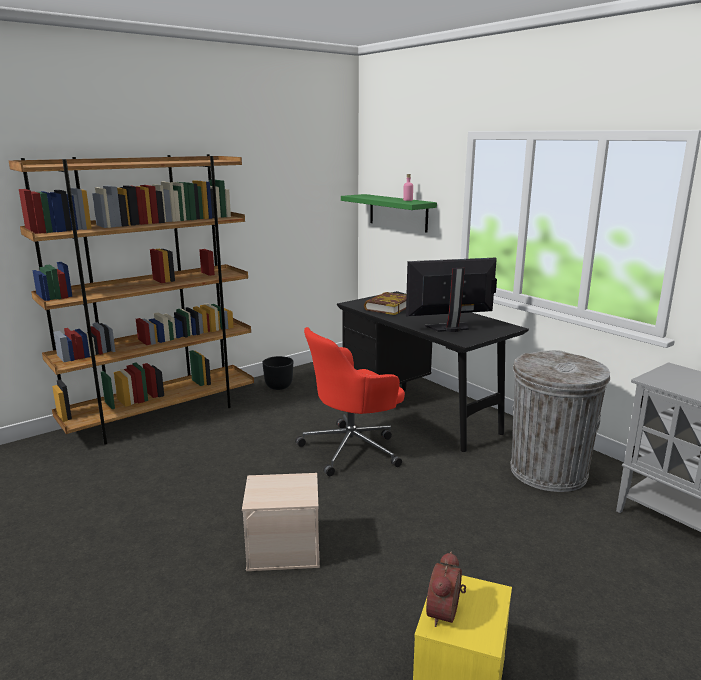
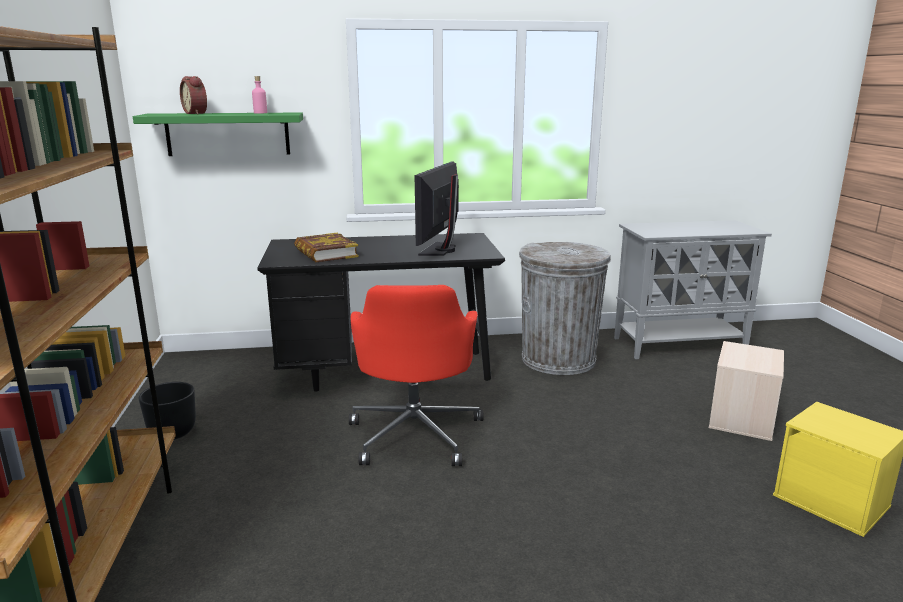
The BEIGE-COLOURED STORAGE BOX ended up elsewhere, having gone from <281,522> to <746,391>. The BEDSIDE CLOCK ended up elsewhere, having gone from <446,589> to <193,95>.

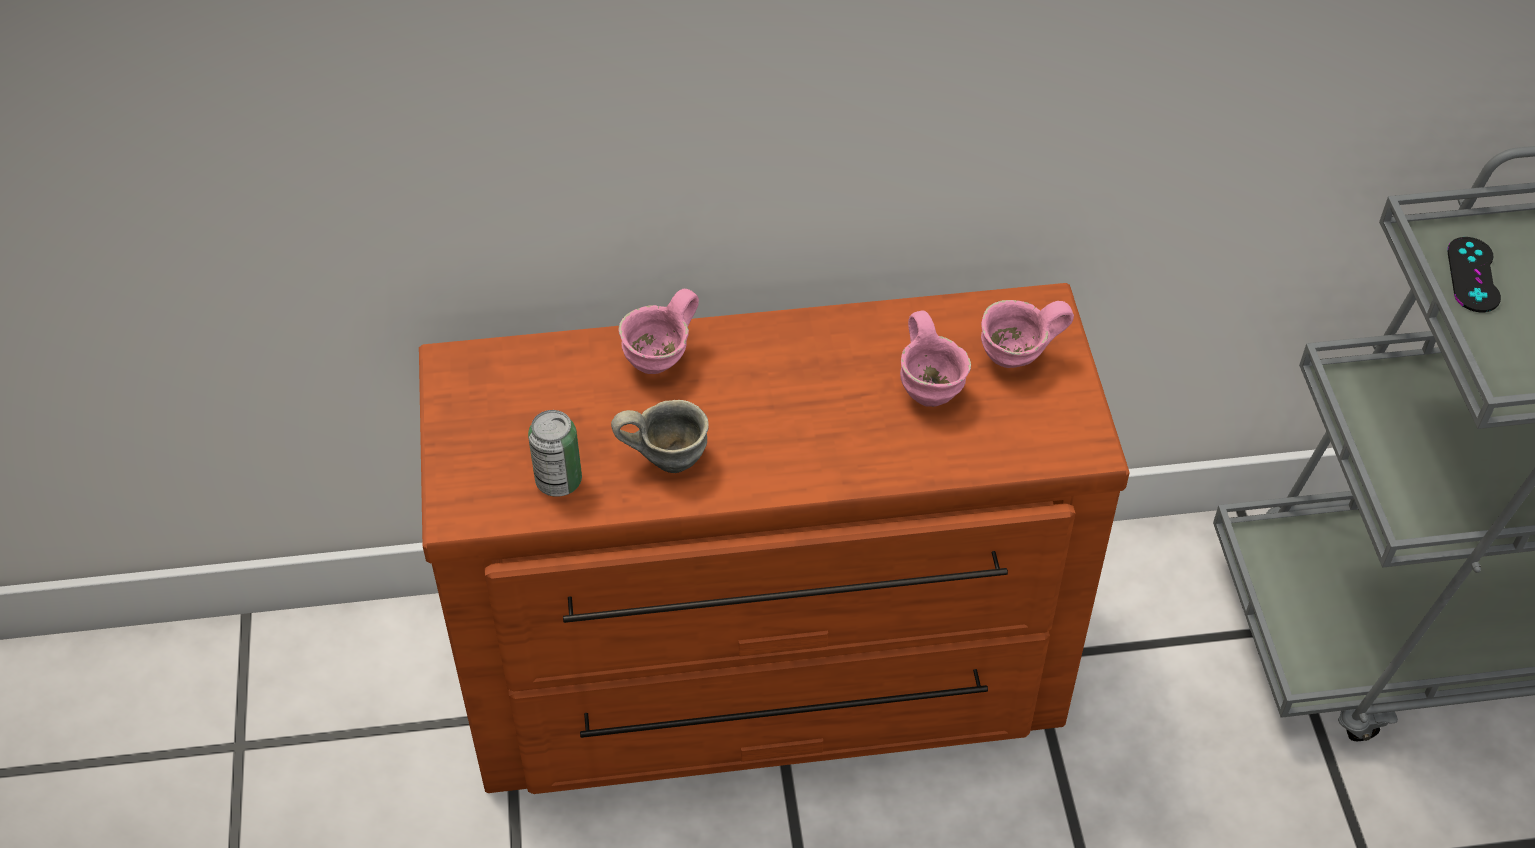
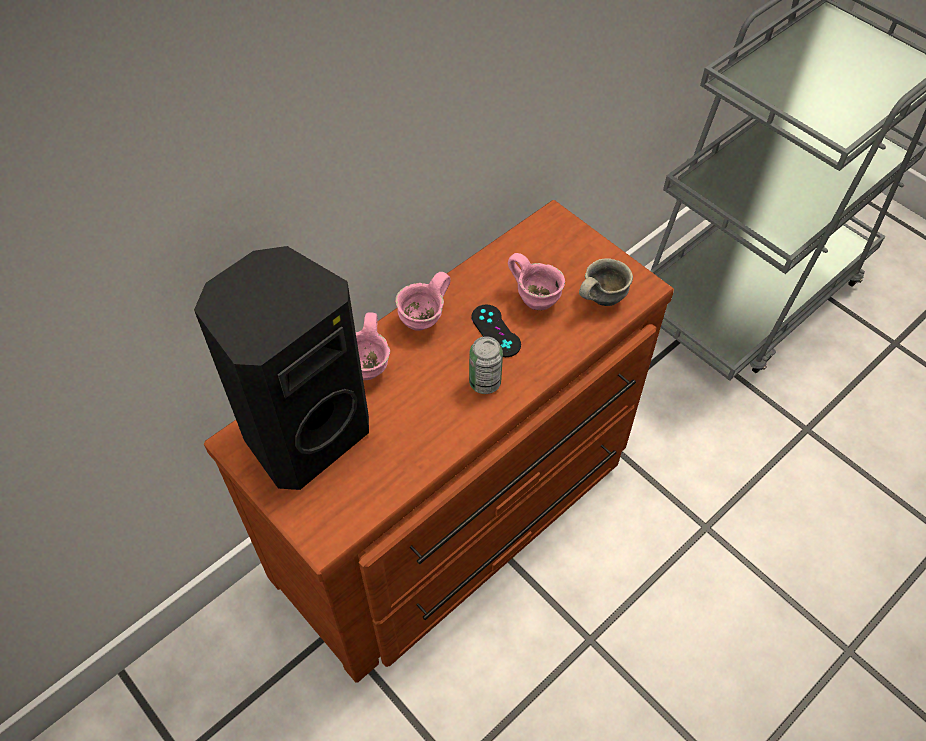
The second view gained the BLACKISH SPEAKER at <281,368>. The CAN ended up elsewhere, having gone from <555,453> to <486,365>. The GRAY COFFEE MUG ended up elsewhere, having gone from <660,436> to <606,282>. The PINK-COLOURED COFFEE MUG ended up elsewhere, having gone from <1027,334> to <423,301>. The BLACKISH JOYPAD ended up elsewhere, having gone from <1474,274> to <496,330>.

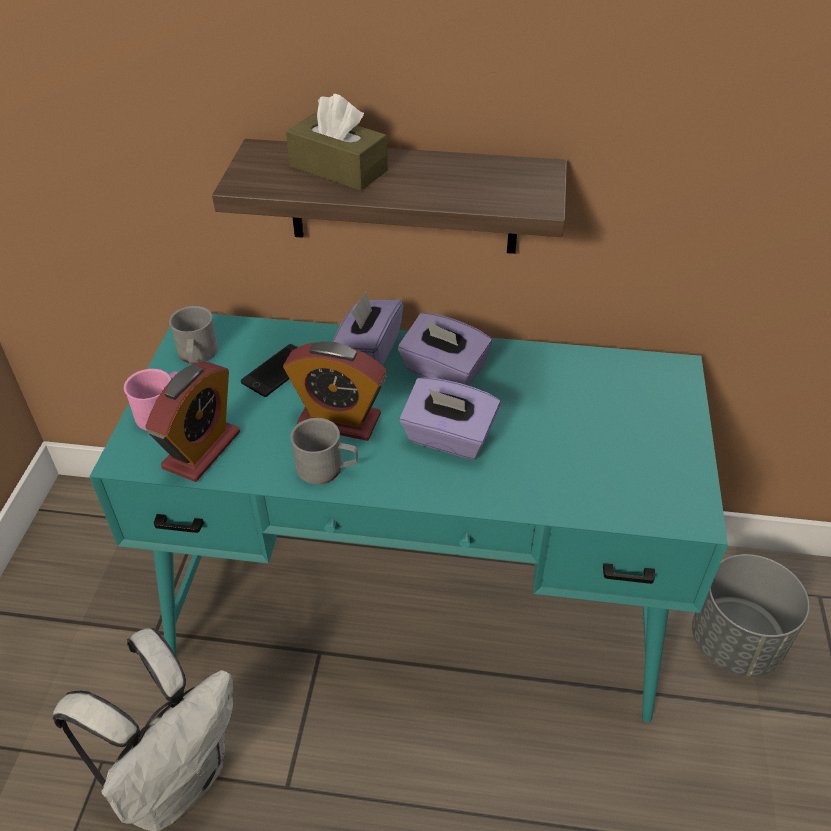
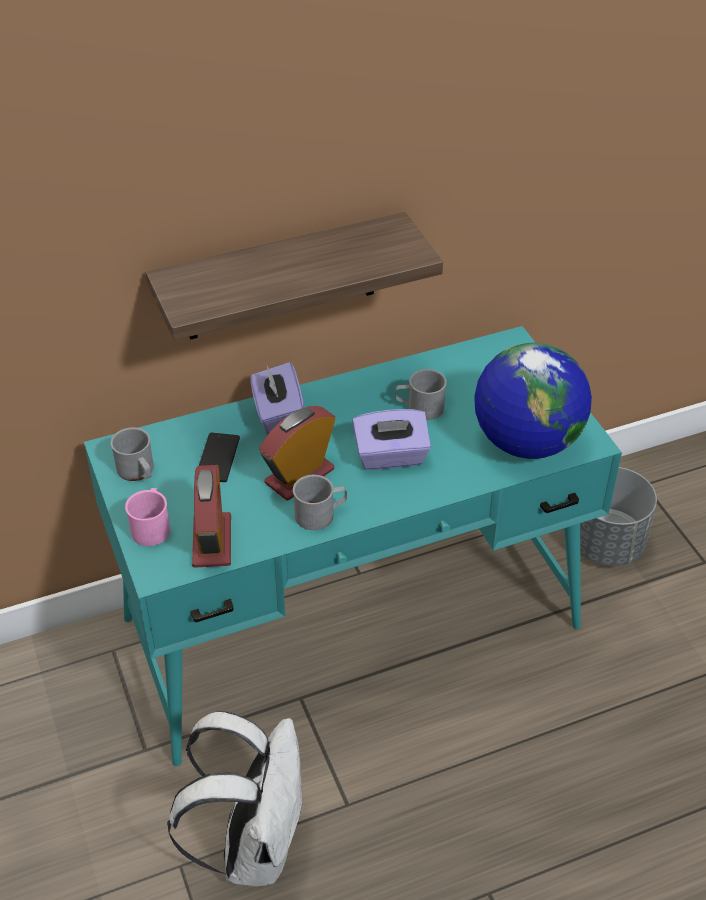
The second view lost the BROWN TISSUE HOLDER at <337,142>. The second view lost the PURPLISH TISSUE HOLDER at <445,349>. The second view gained the GRAY COFFEE MUG at <421,394>. The second view gained the DESK GLOBE at <533,401>. The BEDSIDE CLOCK at <335,391> ended up facing another way, 150 degrees clockwise from before.

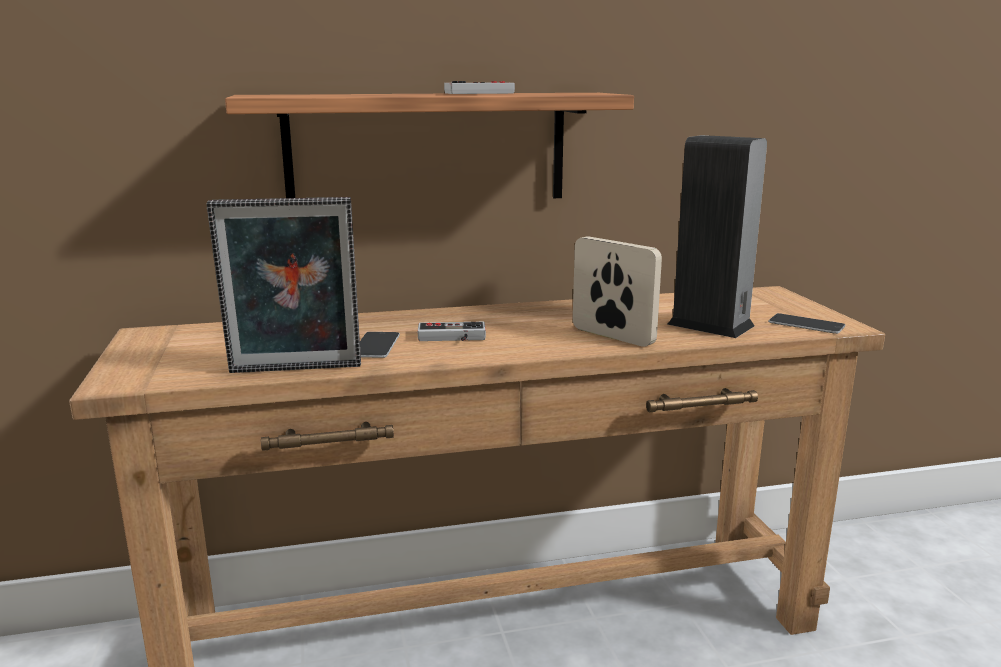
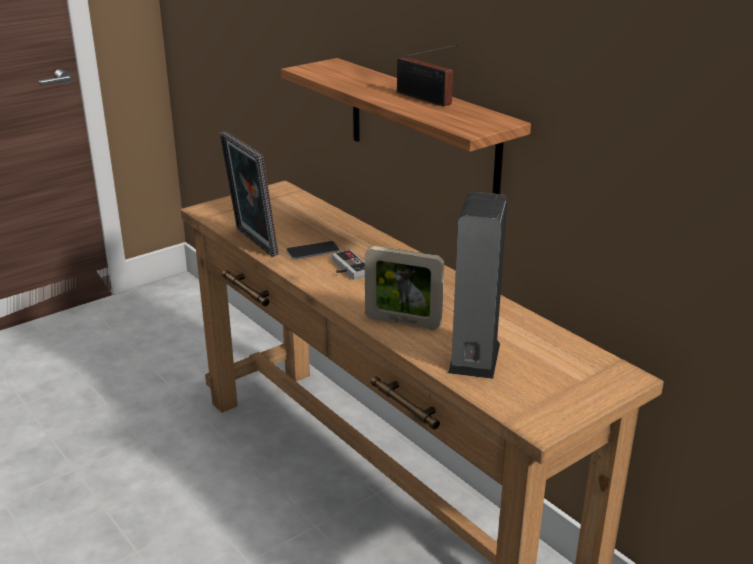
The second view lost the HANDSET at <806,323>. Where the JOYPAD stood at <479,87>, the RADIO SET came to stand at <427,75>. The STANDING FRAME at <617,291> ended up facing another way, 90 degrees clockwise from before.

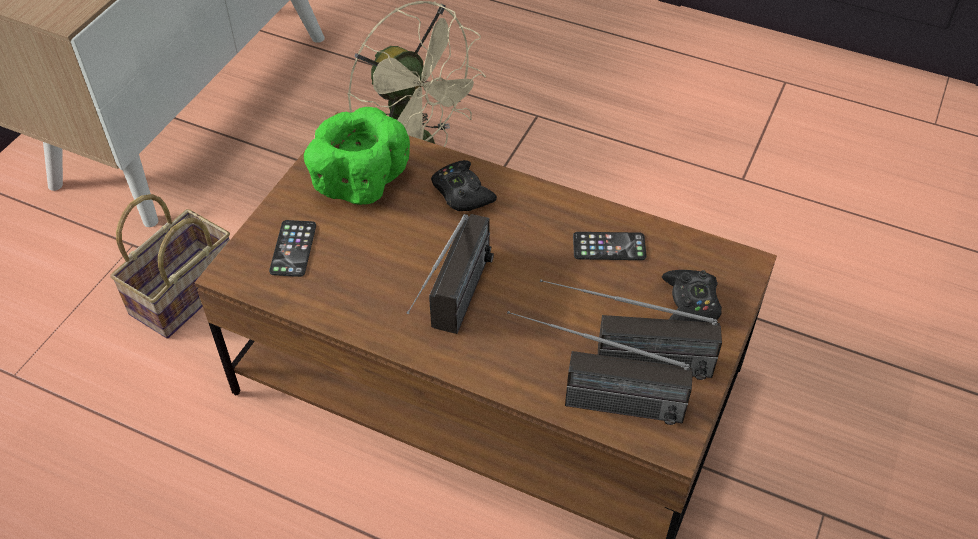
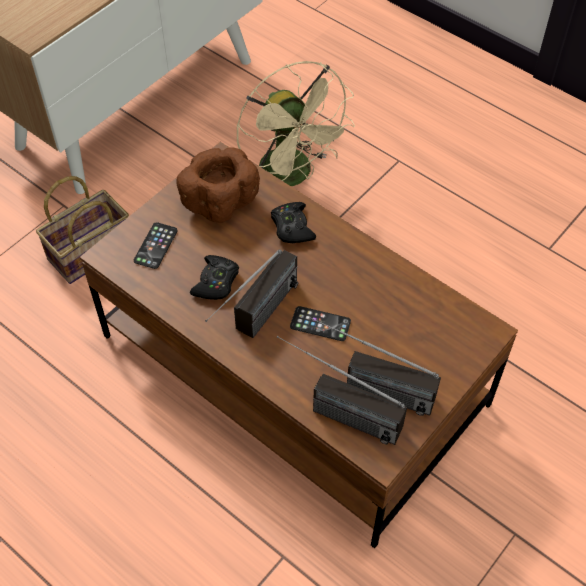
The HANDSET ended up elsewhere, having gone from <609,246> to <320,323>. The BLACKISH JOYPAD ended up elsewhere, having gone from <692,296> to <214,277>. What was the GREEN BOWL at <357,156> turned into the BROWN BOWL at <218,185>.

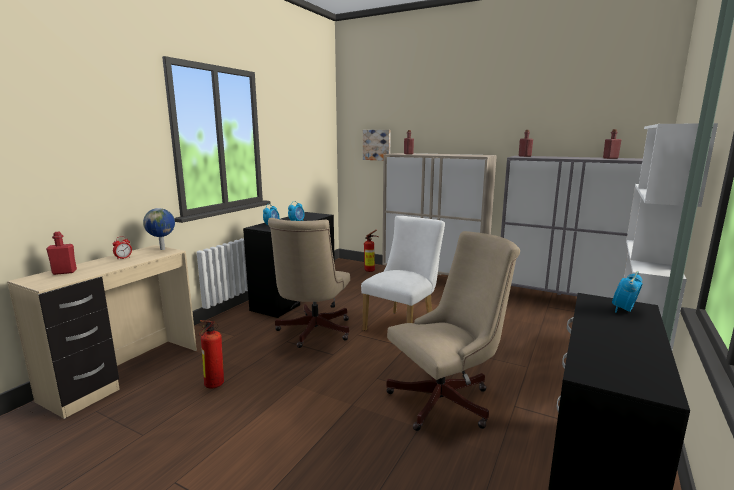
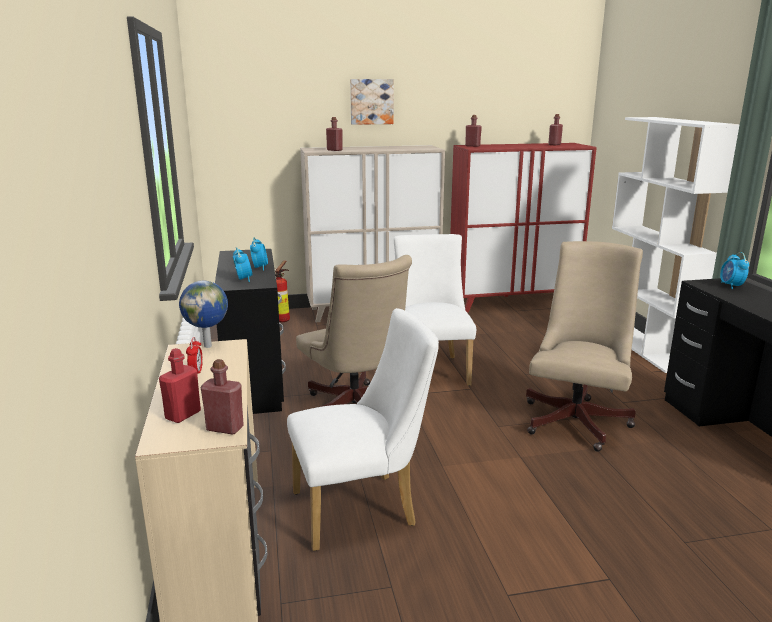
The second view gained the RED-COLOURED DRINK BOTTLE at <222,397>. The WALL PICTURE ended up elsewhere, having gone from <377,145> to <372,102>. Where the FIRE-FIGHTING CYLINDER stood at <211,354>, the WHITE UPRIGHT CHAIR came to stand at <363,429>. What was the GRAY CABINET at <572,227> turned into the RED-COLOURED CABINET at <523,228>.

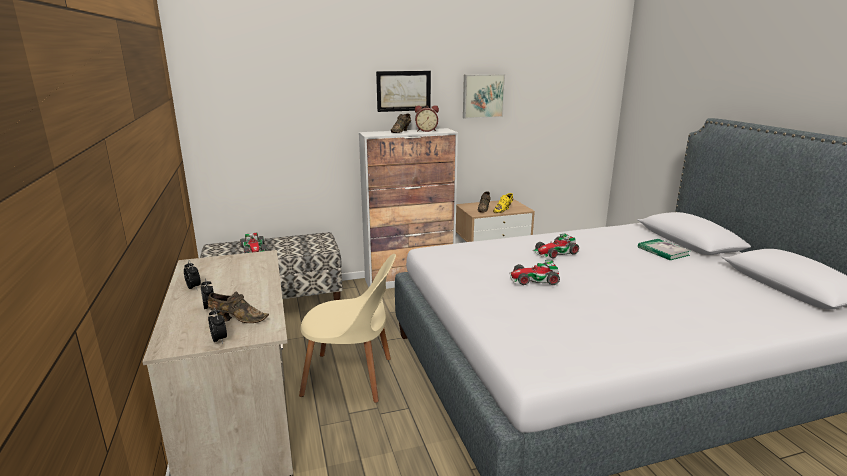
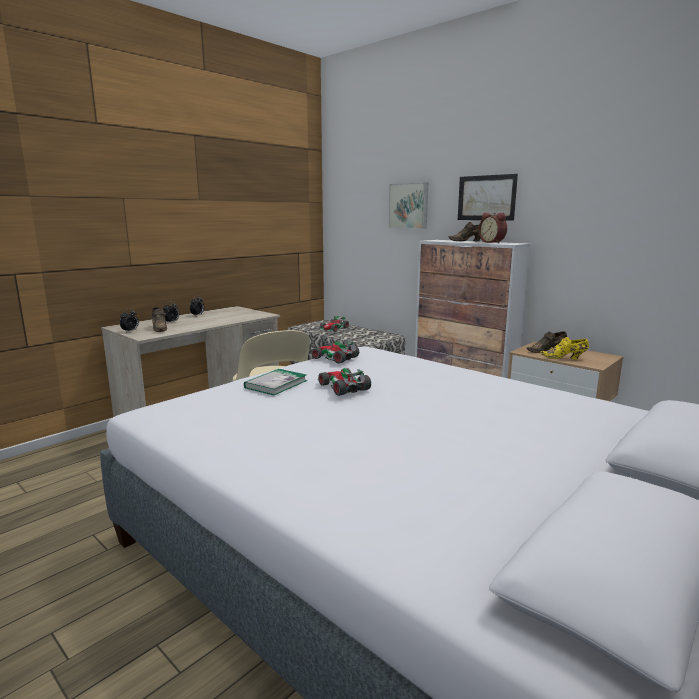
The WALL PICTURE ended up elsewhere, having gone from <484,96> to <408,205>. The MODEL CAR ended up elsewhere, having gone from <555,246> to <334,352>. The VOLUME ended up elsewhere, having gone from <664,250> to <275,382>.

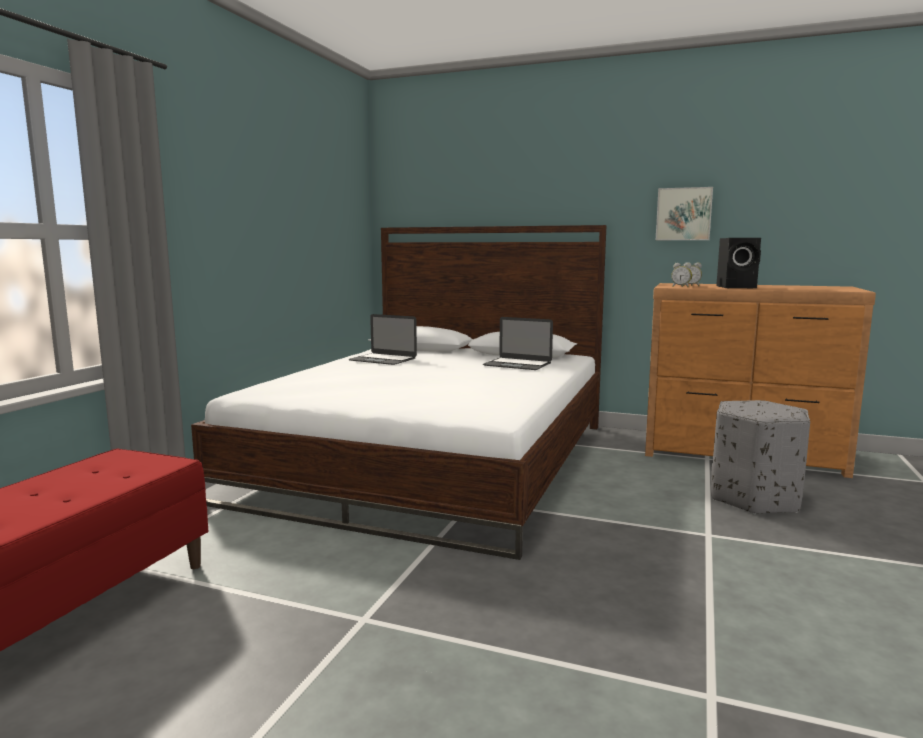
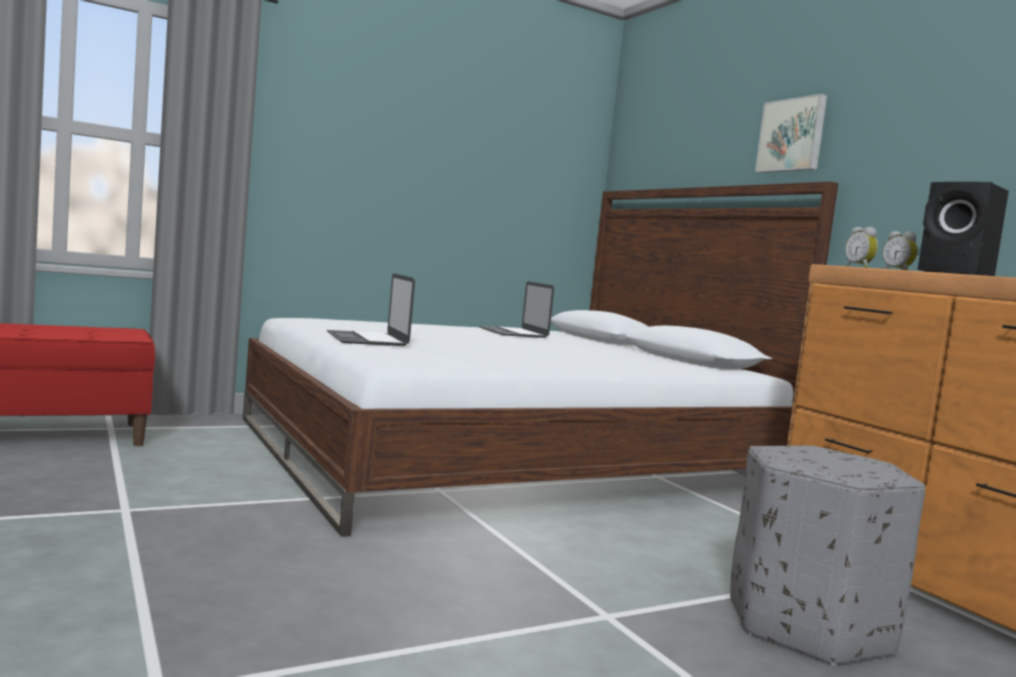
The LAPTOP ended up elsewhere, having gone from <518,343> to <371,309>. The WALL PICTURE ended up elsewhere, having gone from <684,213> to <791,133>.

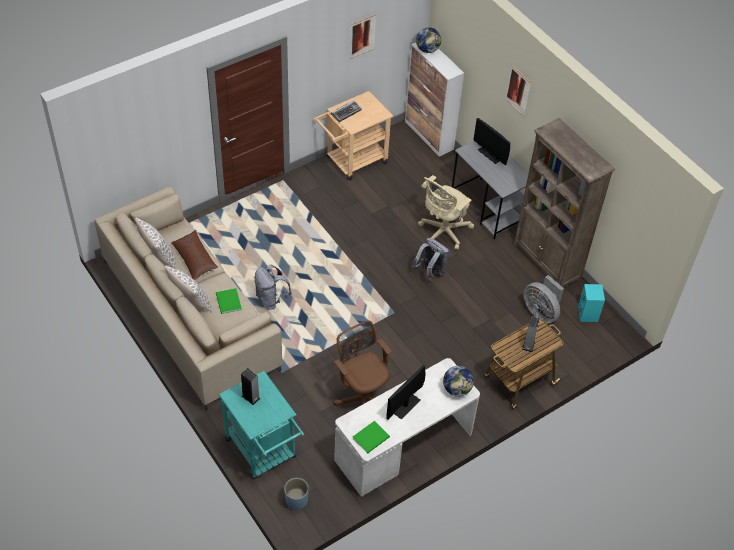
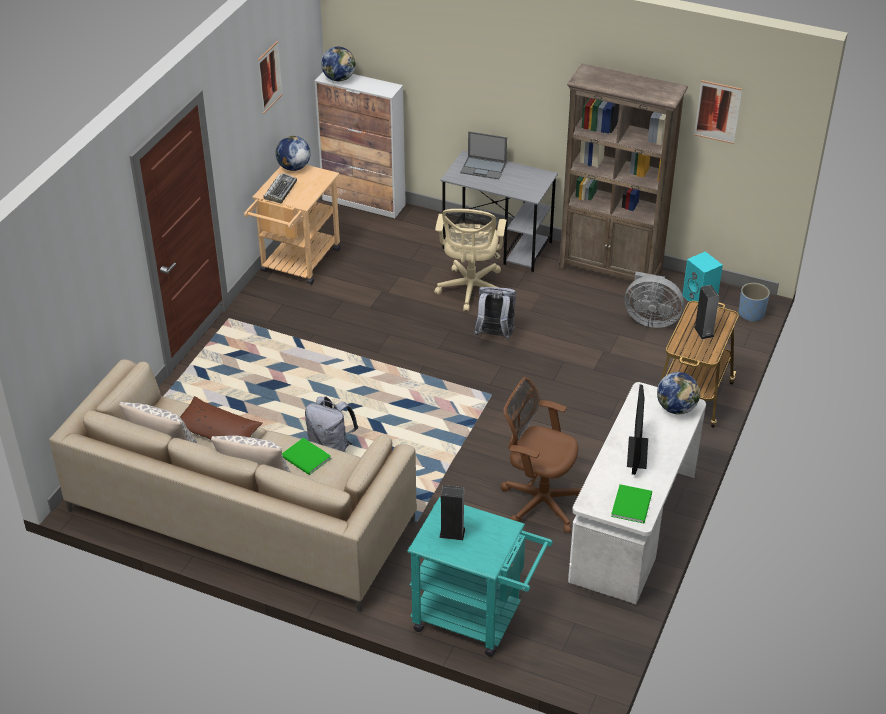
The second view gained the DESK GLOBE at <292,153>. The BLUE FLOWER POT ended up elsewhere, having gone from <296,494> to <754,302>. The WALL PICTURE ended up elsewhere, having gone from <518,91> to <718,112>. Where the COMPUTER DISPLAY stood at <491,141>, the LAPTOP came to stand at <483,155>.

